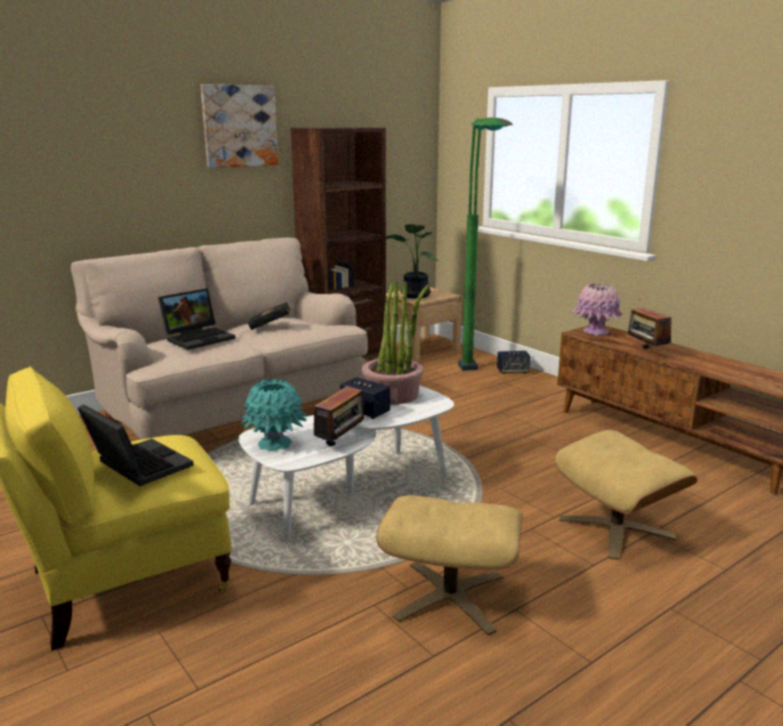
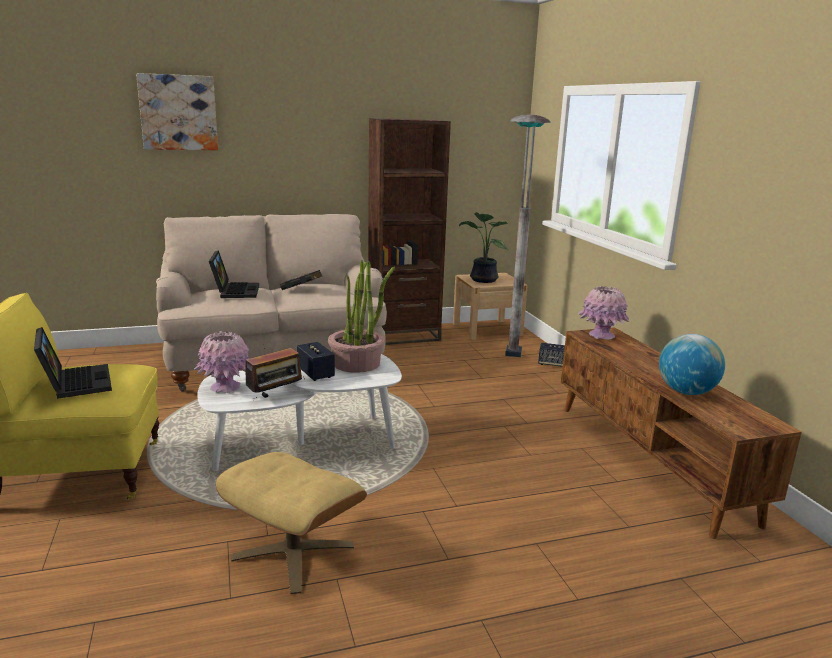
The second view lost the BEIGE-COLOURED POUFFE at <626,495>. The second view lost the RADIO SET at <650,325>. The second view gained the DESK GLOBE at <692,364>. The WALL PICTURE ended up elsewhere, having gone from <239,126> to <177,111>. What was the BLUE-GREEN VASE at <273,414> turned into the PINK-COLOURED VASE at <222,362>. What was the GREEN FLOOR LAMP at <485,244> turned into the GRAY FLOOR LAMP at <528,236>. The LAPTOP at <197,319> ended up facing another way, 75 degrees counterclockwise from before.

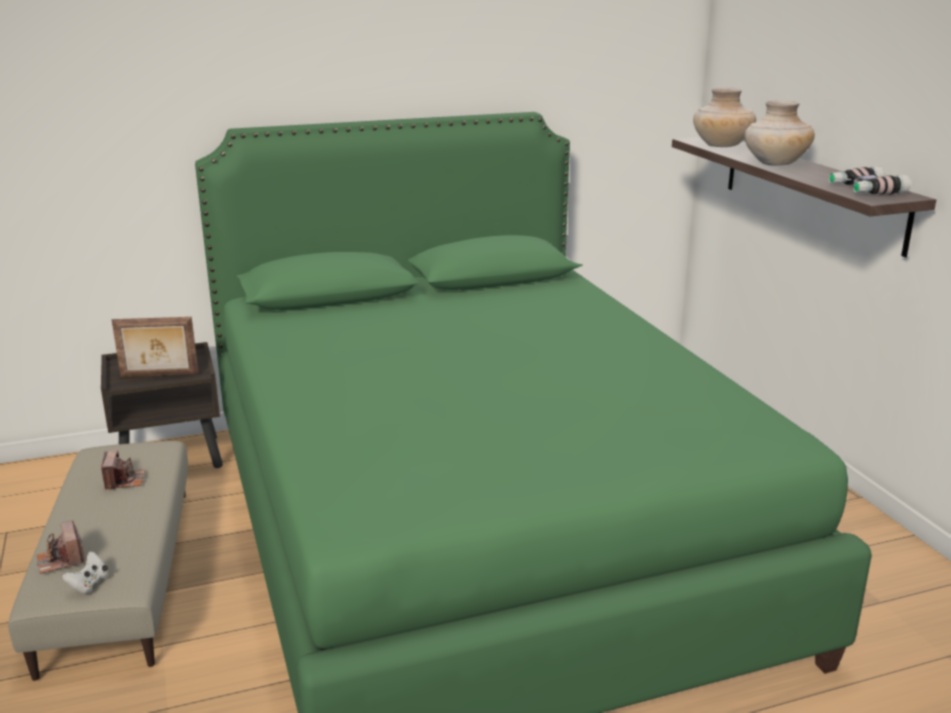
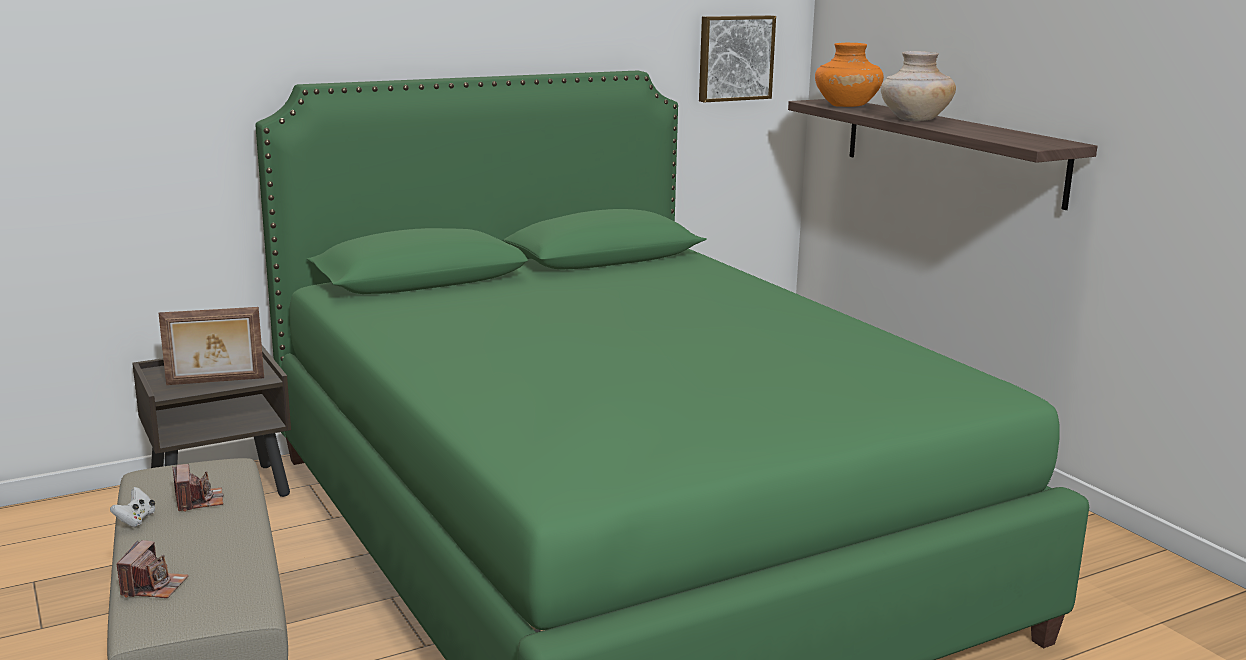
The second view lost the BINOCULARS at <870,180>. The second view gained the WALL PICTURE at <737,58>. The WHITE JOYPAD ended up elsewhere, having gone from <85,572> to <132,507>. What was the BEIGE-COLOURED VASE at <724,117> turned into the ORANGEY VASE at <849,75>. The PHOTO CAMERA at <60,547> ended up facing another way, 135 degrees counterclockwise from before.

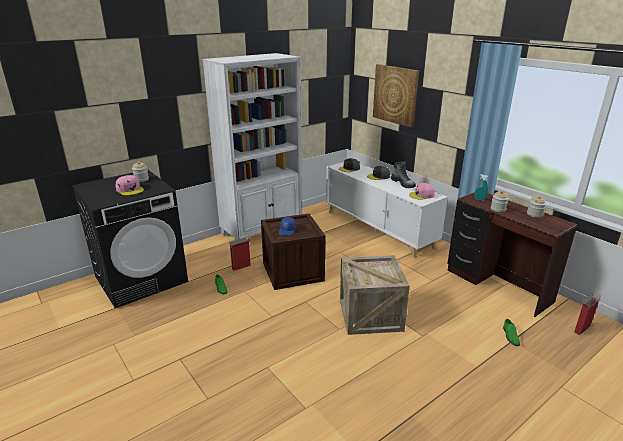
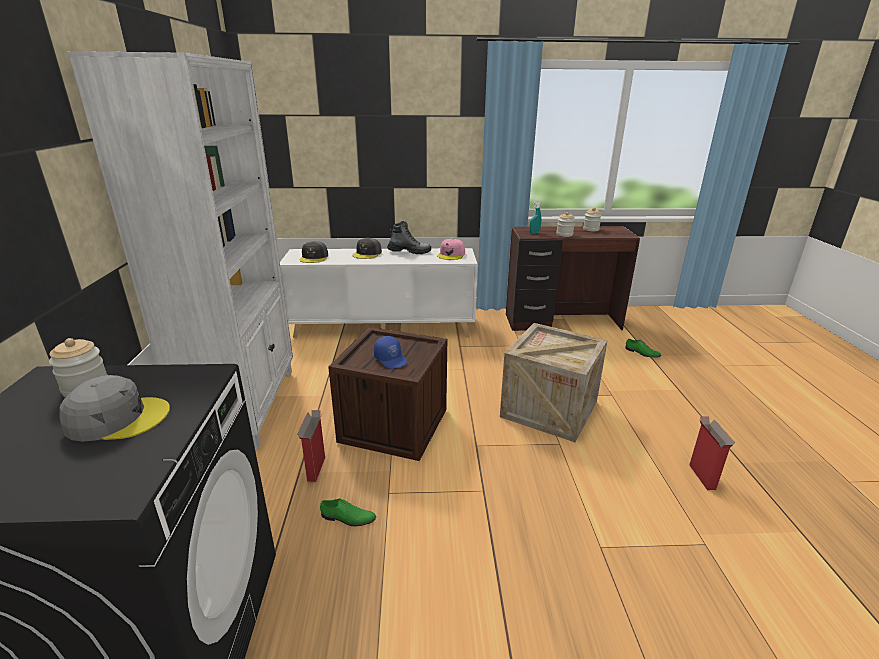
The second view lost the WALL PICTURE at <396,96>. The PACKING BOX ended up elsewhere, having gone from <588,314> to <712,453>. What was the PINK-COLOURED BASEBALL CAP at <130,185> turned into the GRAY BASEBALL CAP at <114,408>.

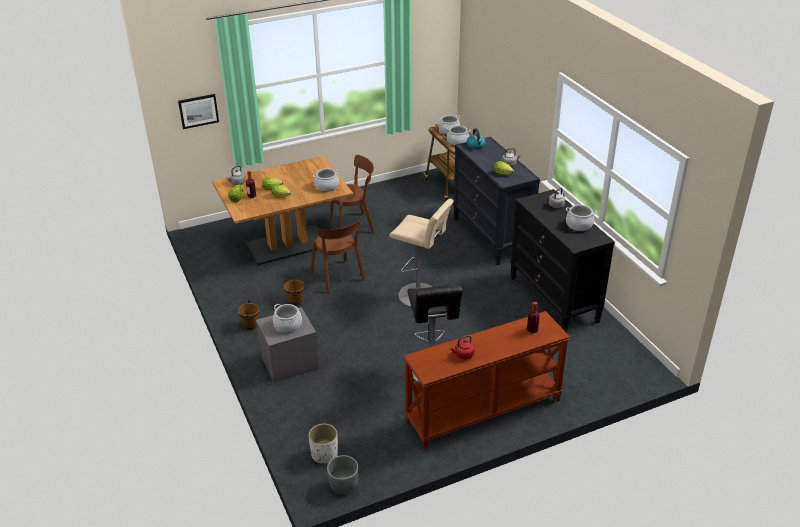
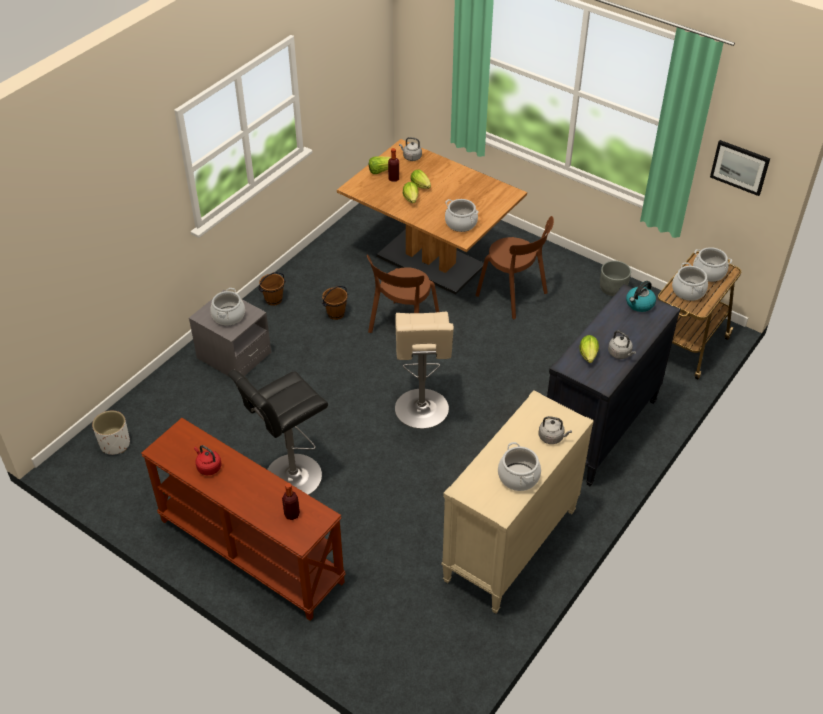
The WALL PICTURE ended up elsewhere, having gone from <198,111> to <740,168>. The GRAY FLOWER POT ended up elsewhere, having gone from <342,474> to <615,278>. What was the BLACKISH DRESSER at <562,260> turned into the BEIGE-COLOURED DRESSER at <517,502>.

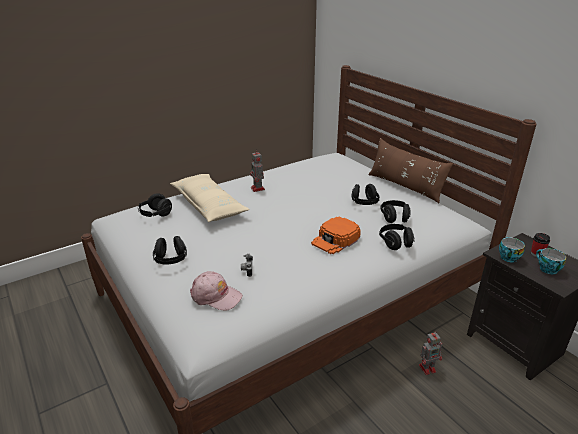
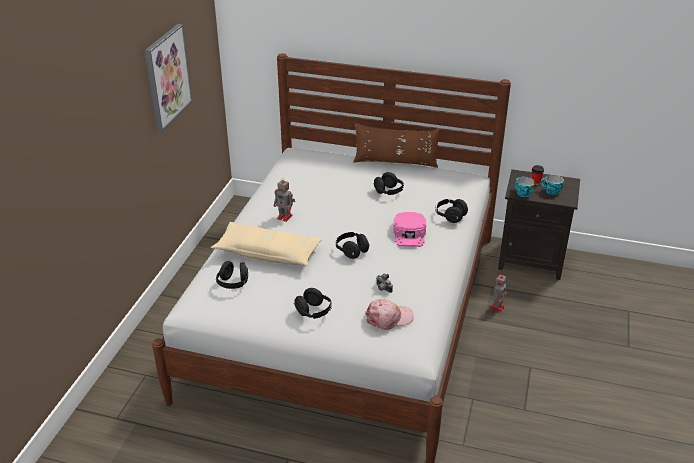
The second view gained the WALL PICTURE at <168,78>. The BLACKISH PAIR OF HEADPHONES ended up elsewhere, having gone from <395,211> to <353,245>. What was the ORANGEY BASEBALL CAP at <336,235> turned into the PINK-COLOURED BASEBALL CAP at <410,229>.

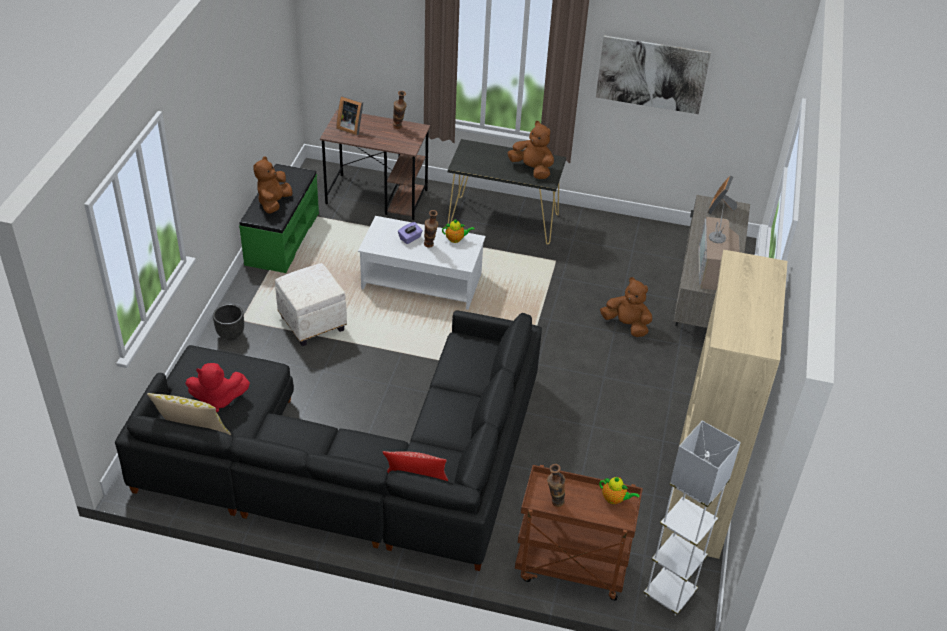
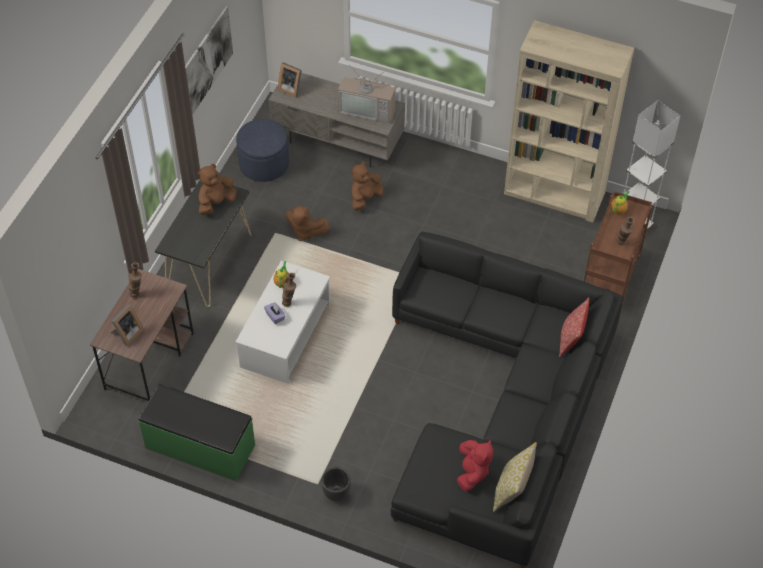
The second view lost the WHITE POUFFE at <311,304>. The second view gained the BLUE POUFFE at <262,150>. The BROWN CUDDLY TOY ended up elsewhere, having gone from <272,185> to <308,223>.

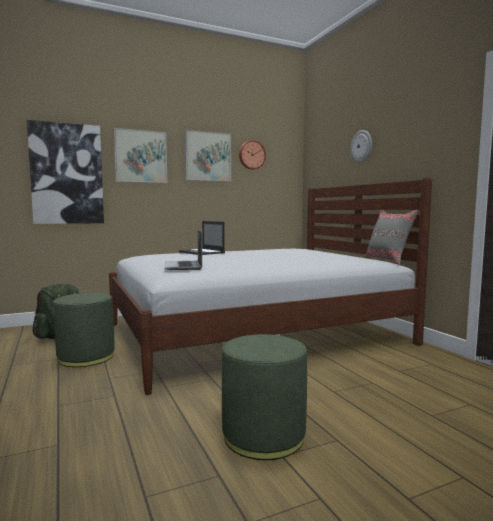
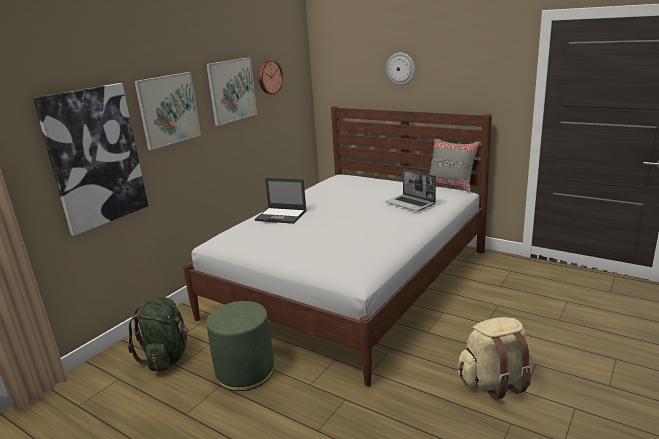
The LAPTOP ended up elsewhere, having gone from <183,250> to <410,190>. Where the GREEN POUFFE stood at <264,397>, the BEIGE-COLOURED RUCKSACK came to stand at <495,358>.

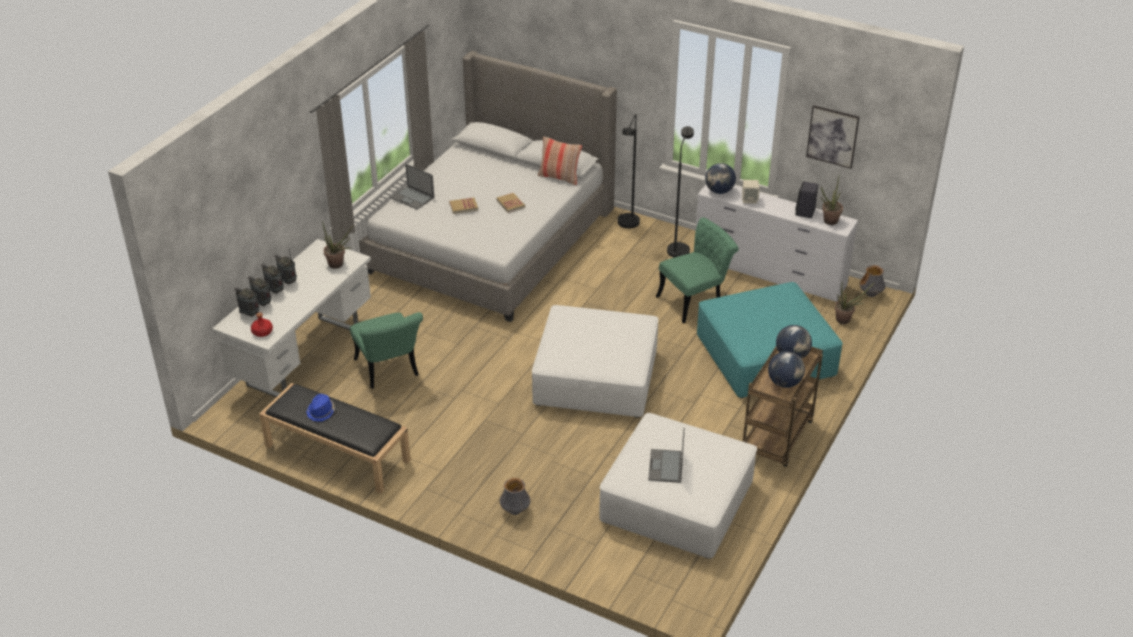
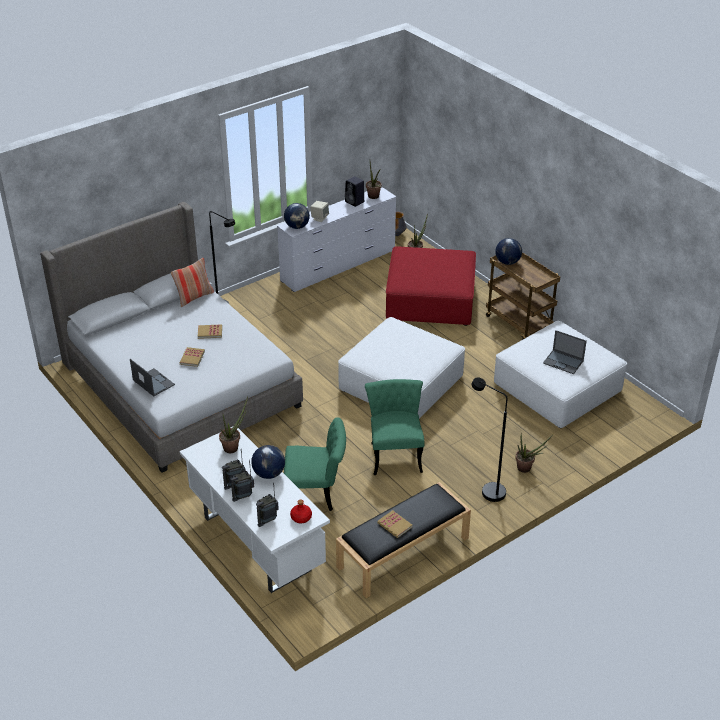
The second view lost the RADIO SET at <260,289>. The second view lost the WALL PICTURE at <833,137>. The GREEN UPRIGHT CHAIR ended up elsewhere, having gone from <697,271> to <395,427>. The BLACKISH FLOOR LAMP ended up elsewhere, having gone from <680,192> to <489,439>. The DESK GLOBE ended up elsewhere, having gone from <786,369> to <268,462>. Where the BLUE HAT stood at <320,408>, the VOLUME came to stand at <394,524>. Where the VASE stood at <515,496>, the POTTED PLANT came to stand at <533,453>. What was the BLUE-GREEN POUFFE at <770,340> turned into the RED-COLOURED POUFFE at <431,286>. The LAPTOP at <412,187> ended up facing another way, 105 degrees counterclockwise from before.

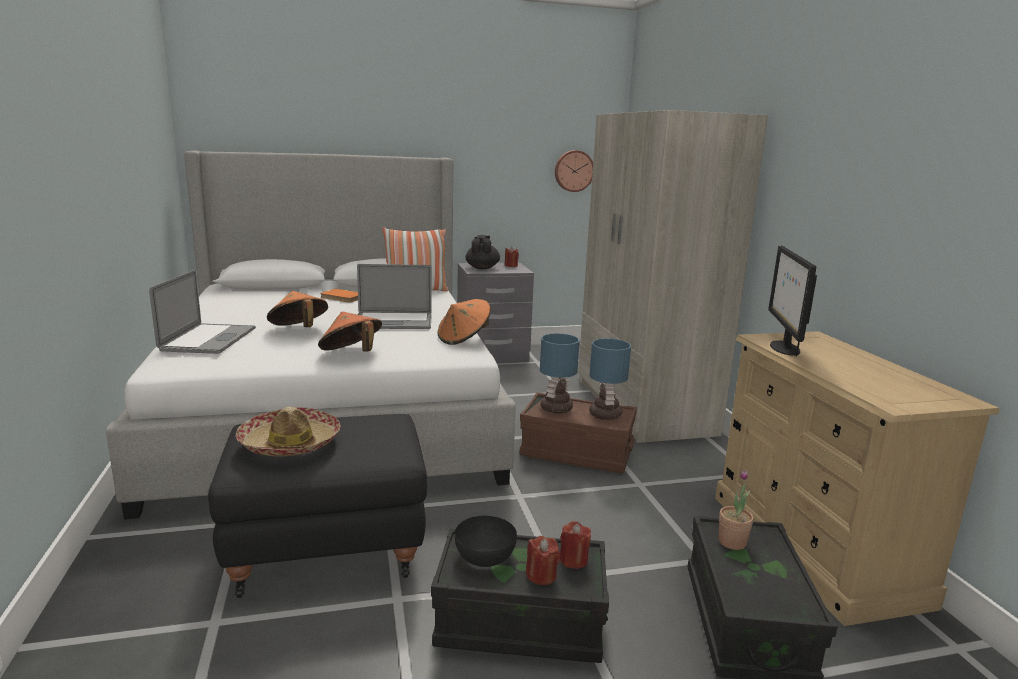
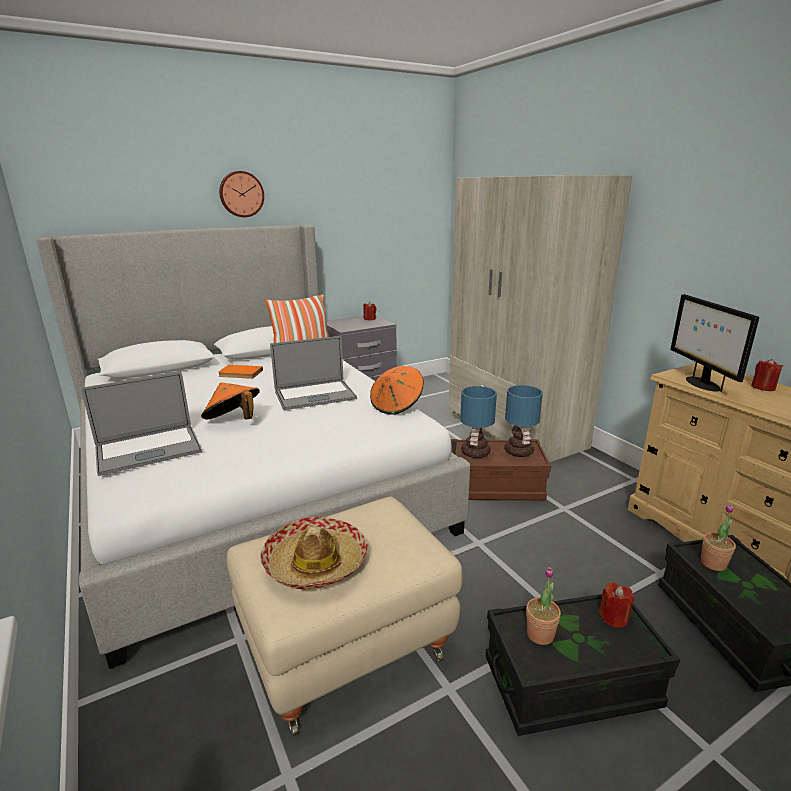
The second view lost the ORANGEY HAT at <350,331>. The second view lost the BLACKISH POT FOR TEA at <483,252>. The RED-COLOURED WAX CANDLE ended up elsewhere, having gone from <543,560> to <767,375>. The WALL CLOCK ended up elsewhere, having gone from <574,171> to <241,194>. Where the BLACKISH BOWL stood at <486,541>, the POTTED PLANT came to stand at <543,606>. What was the BLACKISH POUFFE at <317,506> turned into the BEIGE-COLOURED POUFFE at <344,616>. The LAPTOP at <202,312> ended up facing another way, 75 degrees clockwise from before.

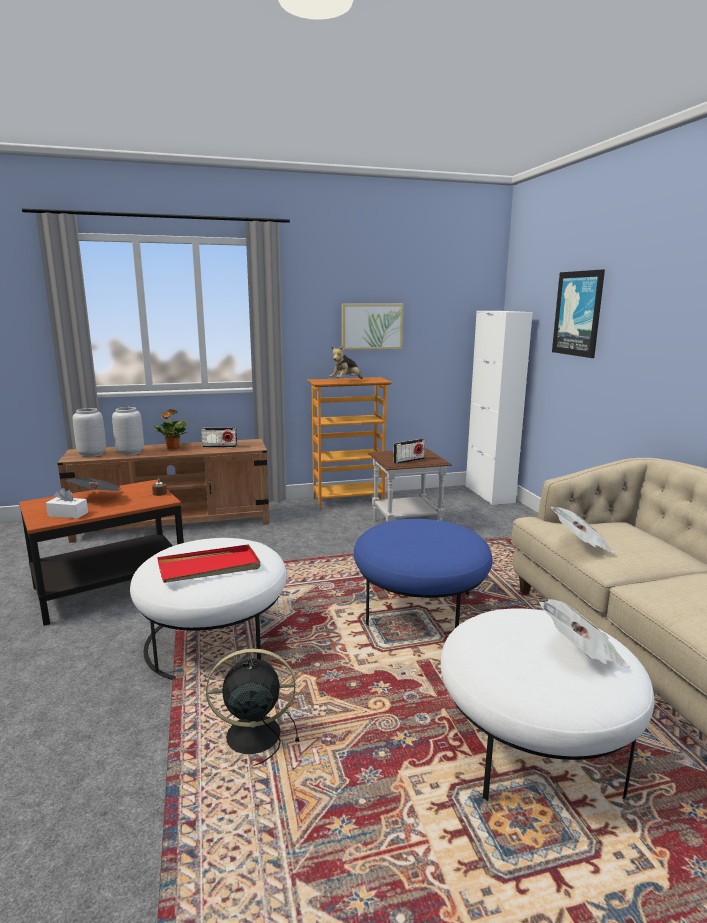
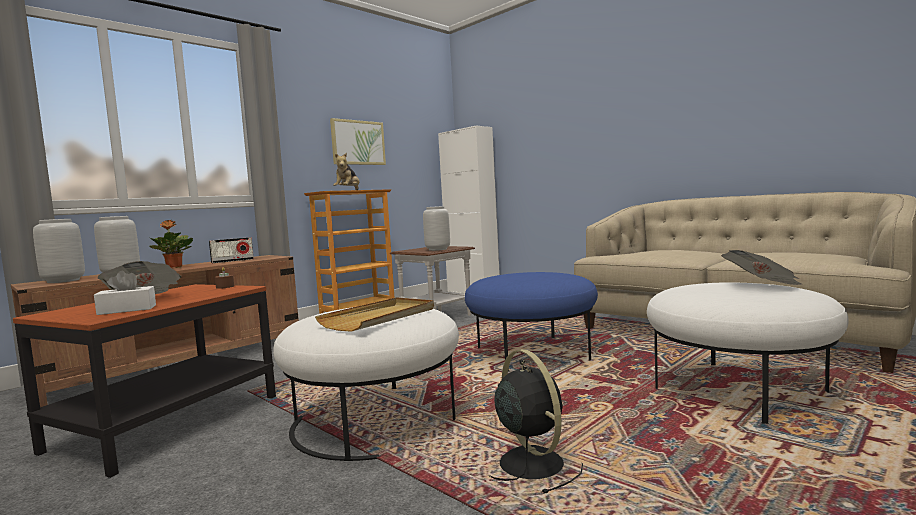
The second view lost the PRINTED PAPER at <583,530>. The second view lost the WALL PICTURE at <578,313>. Where the RADIO SET stood at <409,451>, the GRAY VASE came to stand at <436,228>. What was the RED-COLOURED TRAY at <208,563> turned into the BEIGE-COLOURED TRAY at <374,314>. The BLACKISH COOLING FAN at <252,707> ended up facing another way, 105 degrees clockwise from before.

